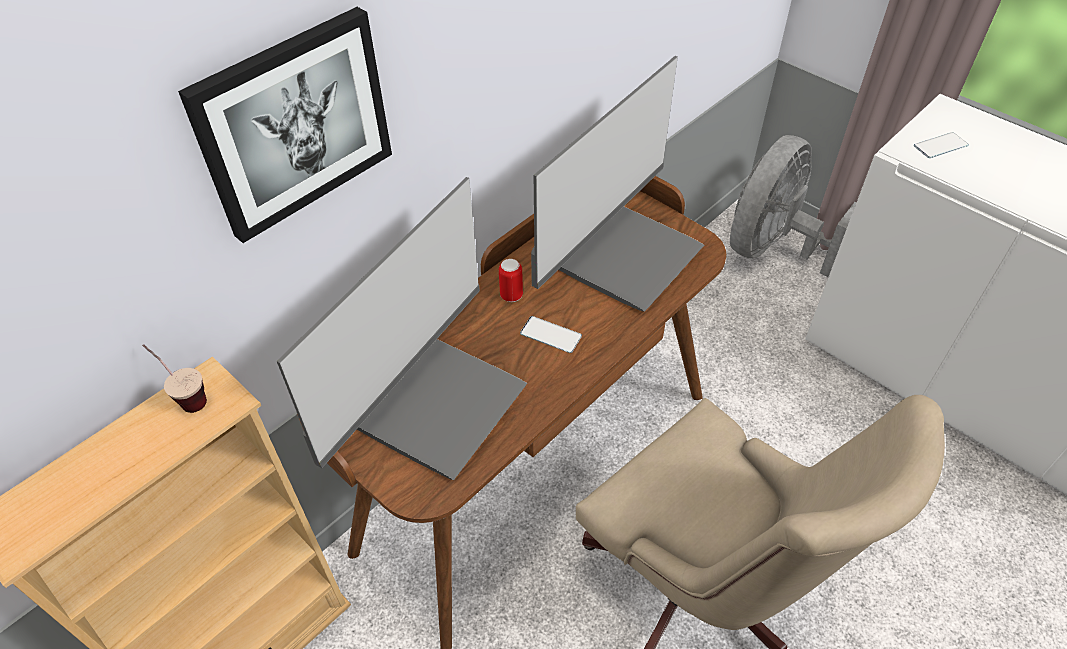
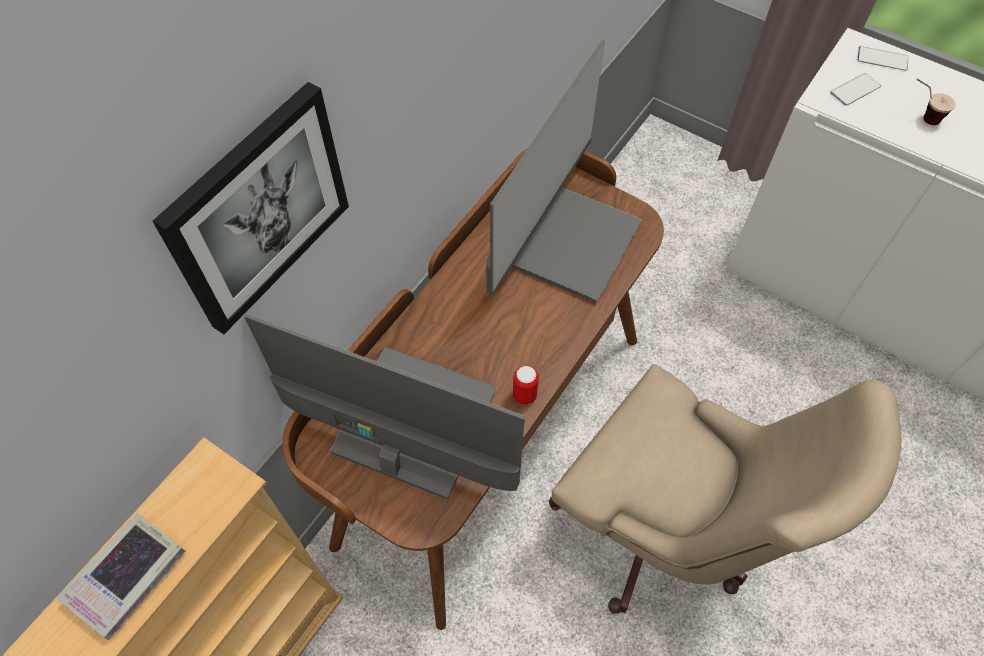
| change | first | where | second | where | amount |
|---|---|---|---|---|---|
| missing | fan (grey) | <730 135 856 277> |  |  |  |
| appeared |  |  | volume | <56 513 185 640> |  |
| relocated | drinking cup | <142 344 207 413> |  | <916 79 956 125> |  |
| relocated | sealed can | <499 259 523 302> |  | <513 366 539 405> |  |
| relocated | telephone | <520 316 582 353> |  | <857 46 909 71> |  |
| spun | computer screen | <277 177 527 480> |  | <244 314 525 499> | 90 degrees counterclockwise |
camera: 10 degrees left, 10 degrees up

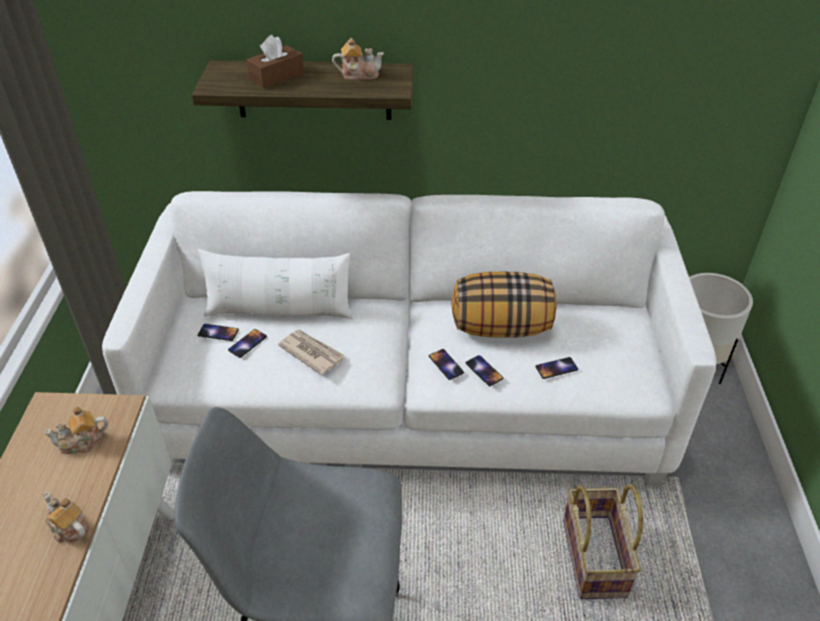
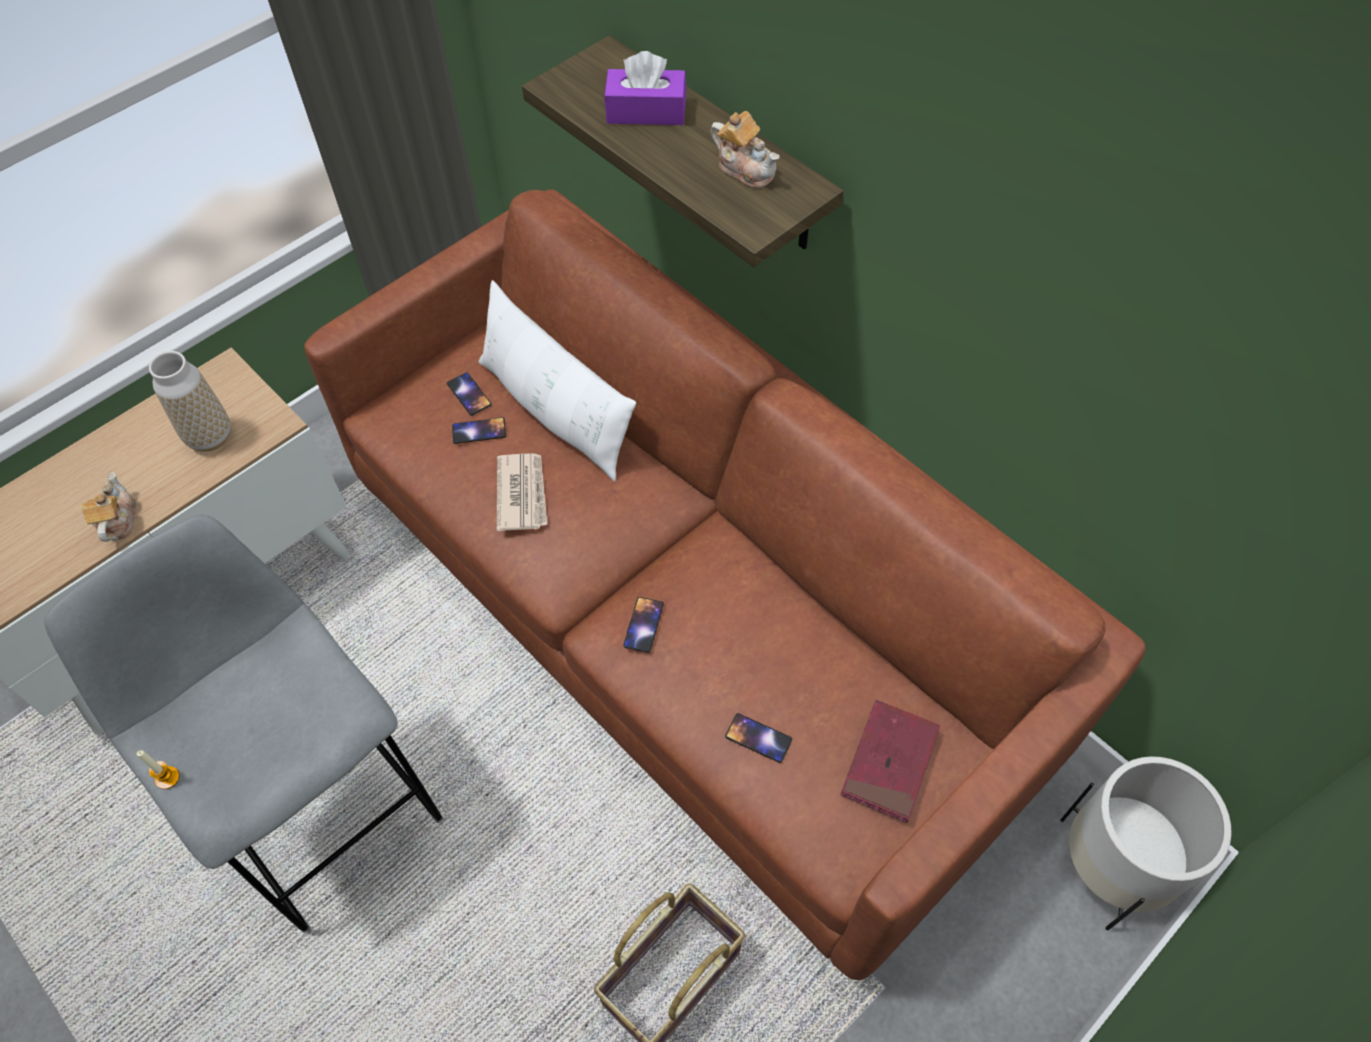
| change | first | where | second | where | amount |
|---|---|---|---|---|---|
| missing | throw pillow | <452 272 557 338> |  |  |  |
| missing | telephone | <466 355 504 386> |  |  |  |
| appeared |  |  | wax light | <136 750 180 789> |  |
| appeared |  |  | volume (reddish) | <840 700 940 823> |  |
| exchanged | teapot | <43 407 108 454> | vase | <149 351 231 452> |  |
| colour | sofa (whitish) | <102 191 717 486> | sofa (brown) | <304 189 1146 980> |  |
| colour | tissue holder (brown) | <247 35 304 88> | tissue holder (purple) | <604 51 686 125> |  |
camera: 45 degrees right, 15 degrees up

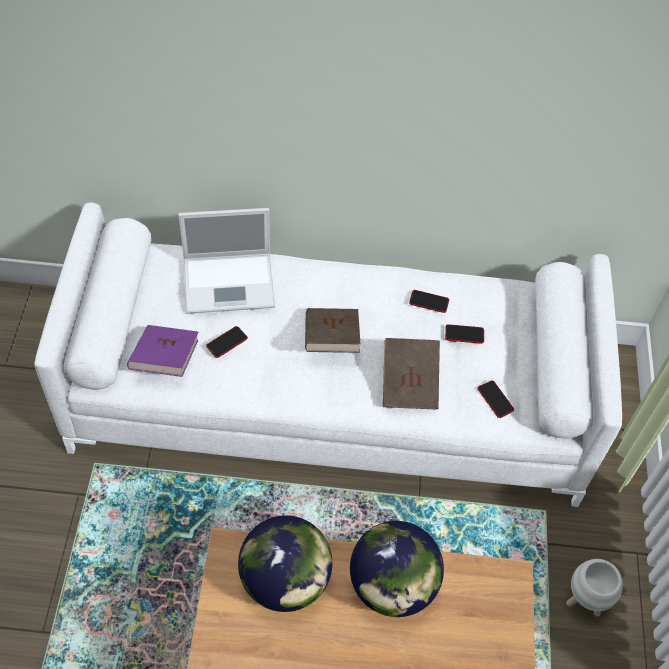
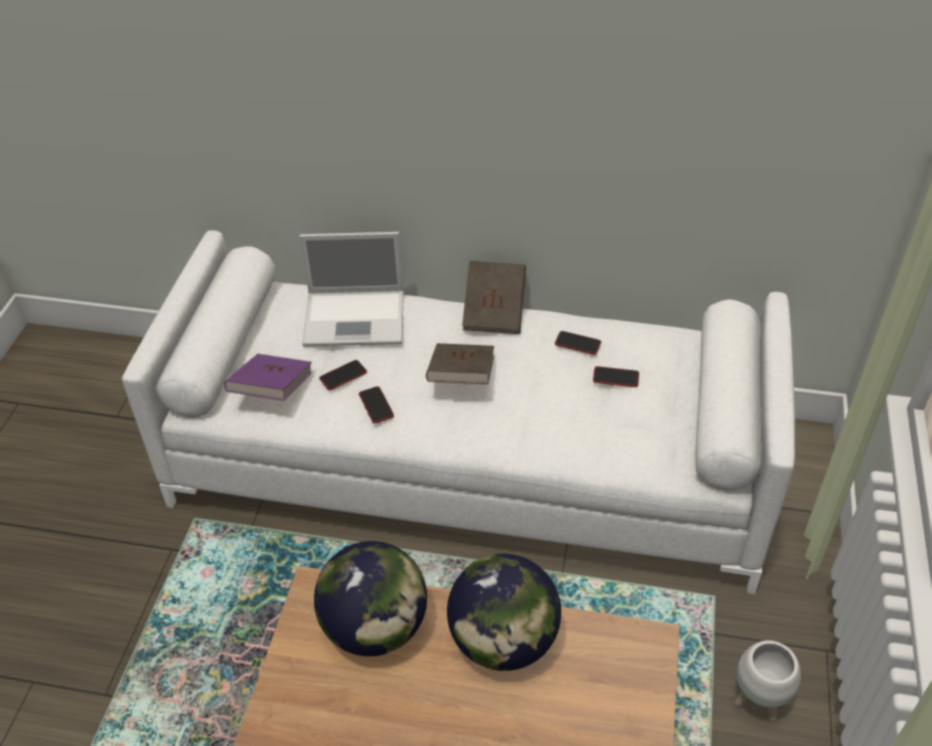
| change | first | where | second | where | amount |
|---|---|---|---|---|---|
| relocated | volume (brown) | <383 338 440 409> |  | <462 261 526 334> |  |
| relocated | telephone | <477 380 514 418> |  | <359 386 394 423> |  |
camera: 10 degrees right, 10 degrees down

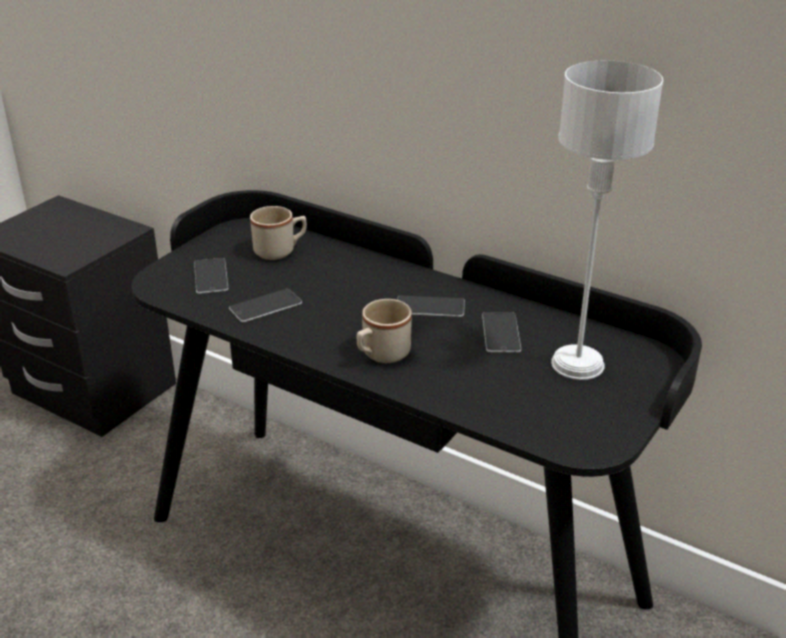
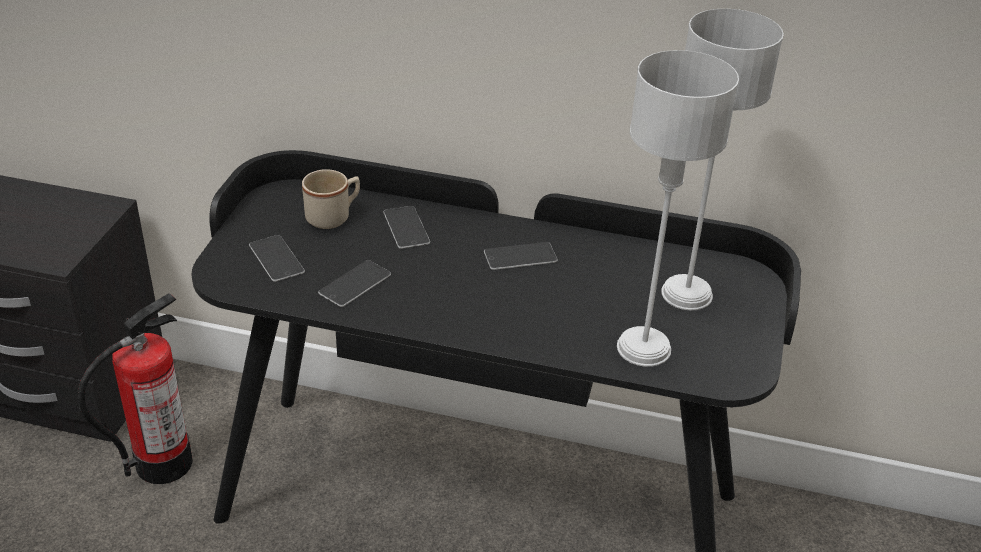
| change | first | where | second | where | amount |
|---|---|---|---|---|---|
| missing | tea mug (beige-coloured) | <357 299 412 363> |  |  |  |
| appeared |  |  | fire extinguisher | <77 293 193 484> |  |
| appeared |  |  | table lamp (grey) | <617 50 739 367> |  |
| relocated | telephone | <482 312 521 353> |  | <383 206 430 249> |  |
camera: 20 degrees left, 5 degrees up

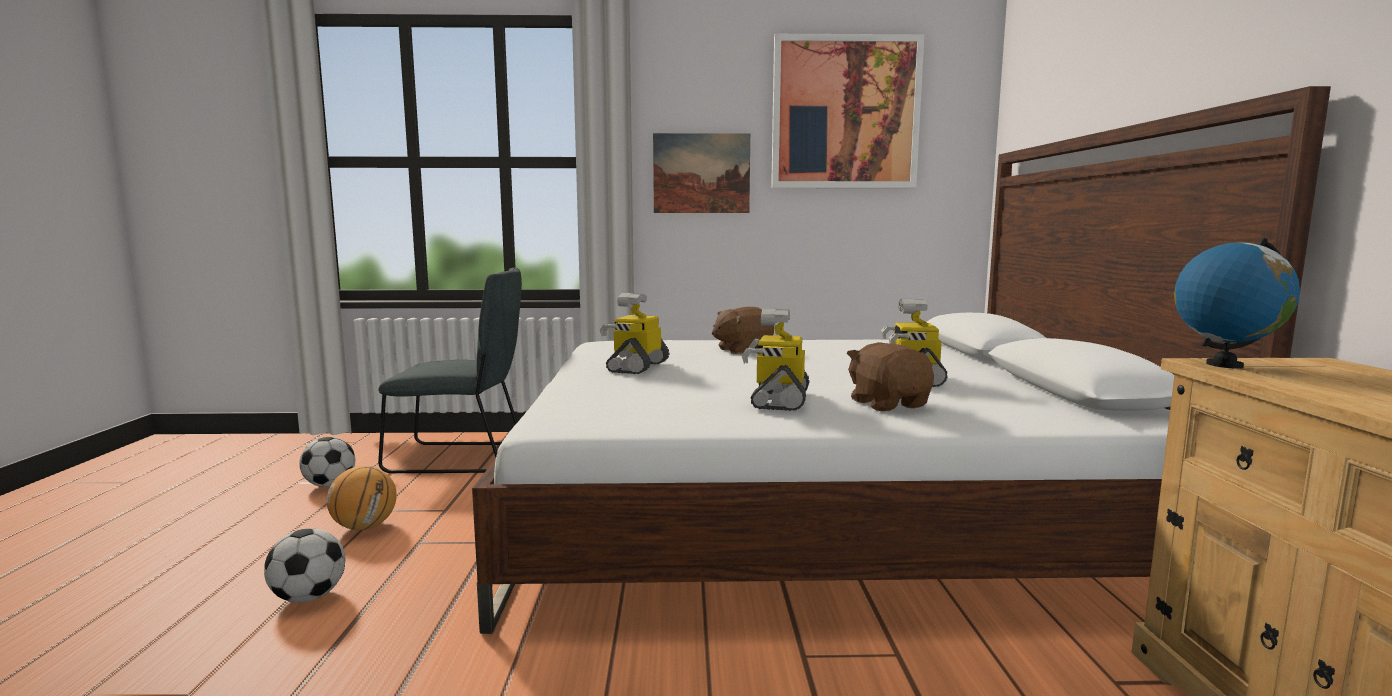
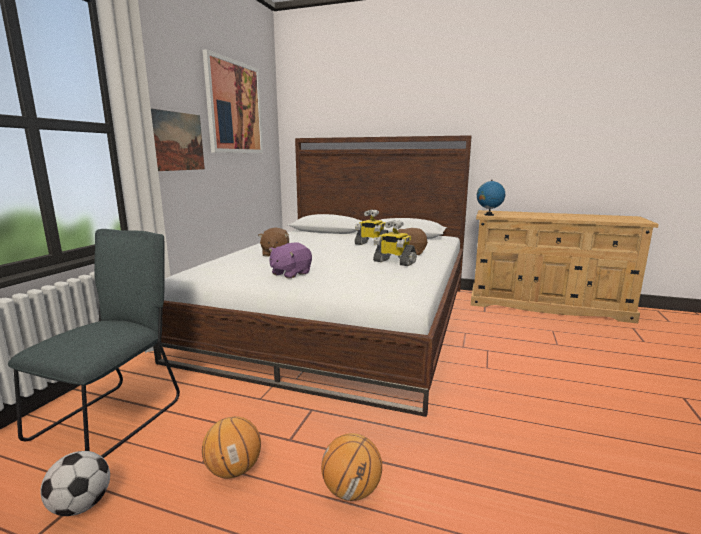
| change | first | where | second | where | amount |
|---|---|---|---|---|---|
| exchanged | ball for football | <264 528 345 603> | ball for basketball | <321 433 382 501> |  |
| exchanged | robot figure | <600 293 670 374> | cuddly toy (purple) | <269 242 312 279> |  |
camera: 70 degrees left, 5 degrees up

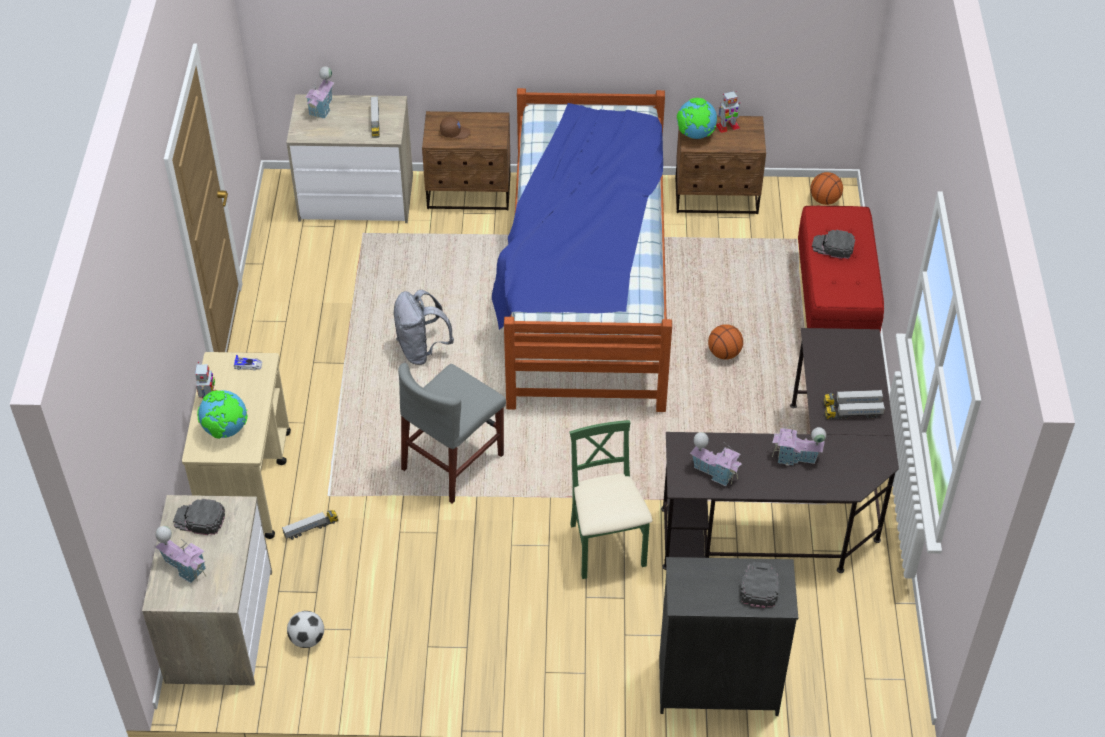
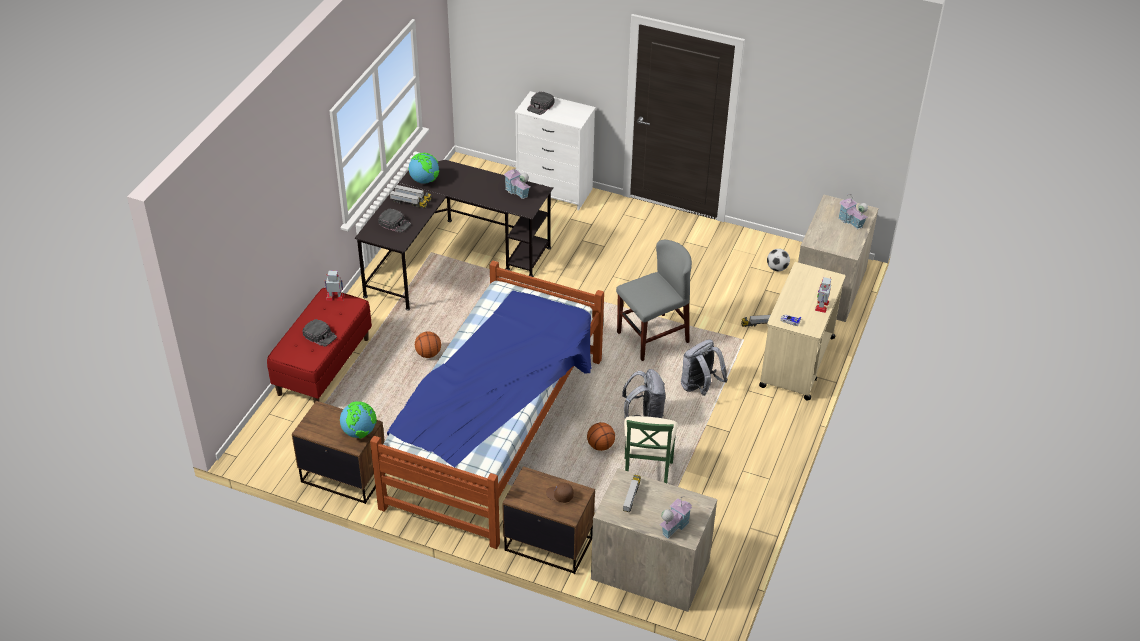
| change | first | where | second | where | amount |
|---|---|---|---|---|---|
| missing | toy house | <772 424 826 466> |  |  |  |
| appeared |  |  | rucksack (grey) | <681 339 728 396> |  |
| relocated | baseball cap (black-coloured) | <173 499 225 535> |  | <378 209 411 233> |  |
| relocated | world globe | <197 390 248 439> |  | <408 153 439 184> |  |
| relocated | chair (green) | <570 420 652 579> |  | <624 416 678 483> |  |
| relocated | robot figure | <716 91 740 133> |  | <324 270 345 301> |  |
| relocated | ball for basketball | <810 172 843 205> |  | <587 422 615 451> |  |
| colour | drawer chest (black-coloured) | <659 557 798 716> | drawer chest (whitish) | <515 91 596 211> |  |
camera: 160 degrees left, 5 degrees down

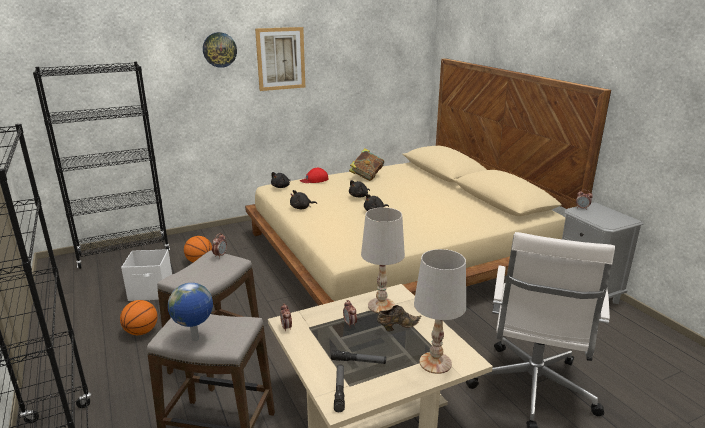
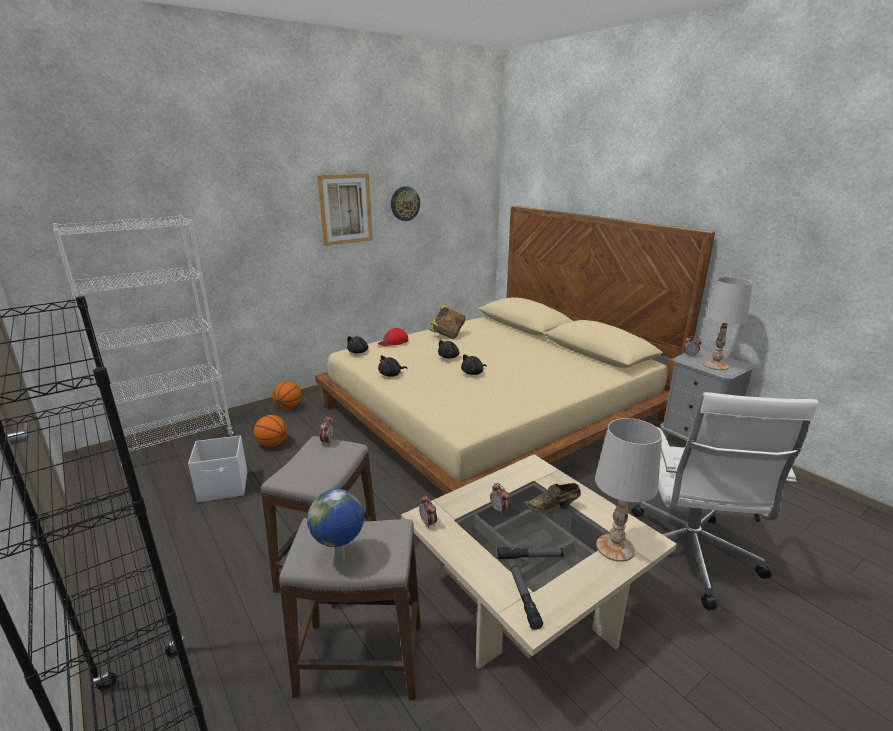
| change | first | where | second | where | amount |
|---|---|---|---|---|---|
| relocated | ball for basketball | <120 300 158 335> |  | <272 381 302 409> |  |
| relocated | clock on the wall | <203 32 237 68> |  | <391 186 420 221> |  |
| relocated | table lamp (whitish) | <361 207 405 313> |  | <703 277 752 370> |  |
| colour | shelving unit (black-coloured) | <33 62 170 269> | shelving unit (whitish) | <53 215 233 466> |  |
| spun | item of footwear (brown) | <377 305 421 331> |  | <524 483 581 512> | 150 degrees counterclockwise |
camera: 10 degrees left, 0 degrees up

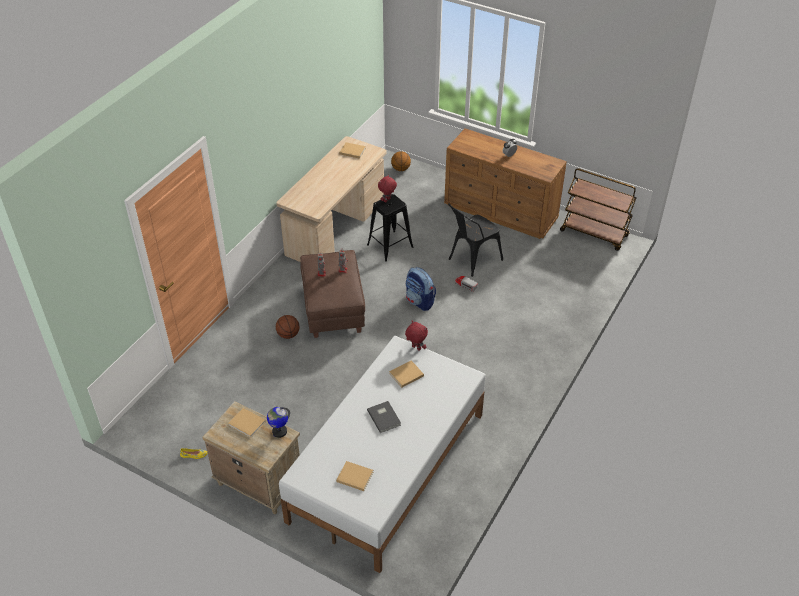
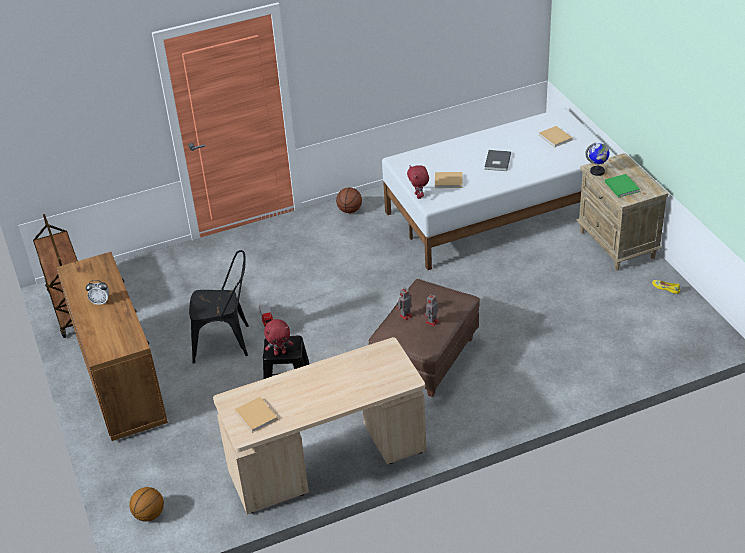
| change | first | where | second | where | amount |
|---|---|---|---|---|---|
| missing | rucksack | <406 267 436 311> |  |  |  |
| relocated | ball for basketball | <276 315 299 339> |  | <336 188 362 213> |  |
| colour | volume (beige-coloured) | <228 408 266 438> | volume (green) | <605 174 640 197> |  |
camera: 140 degrees left, 5 degrees down

